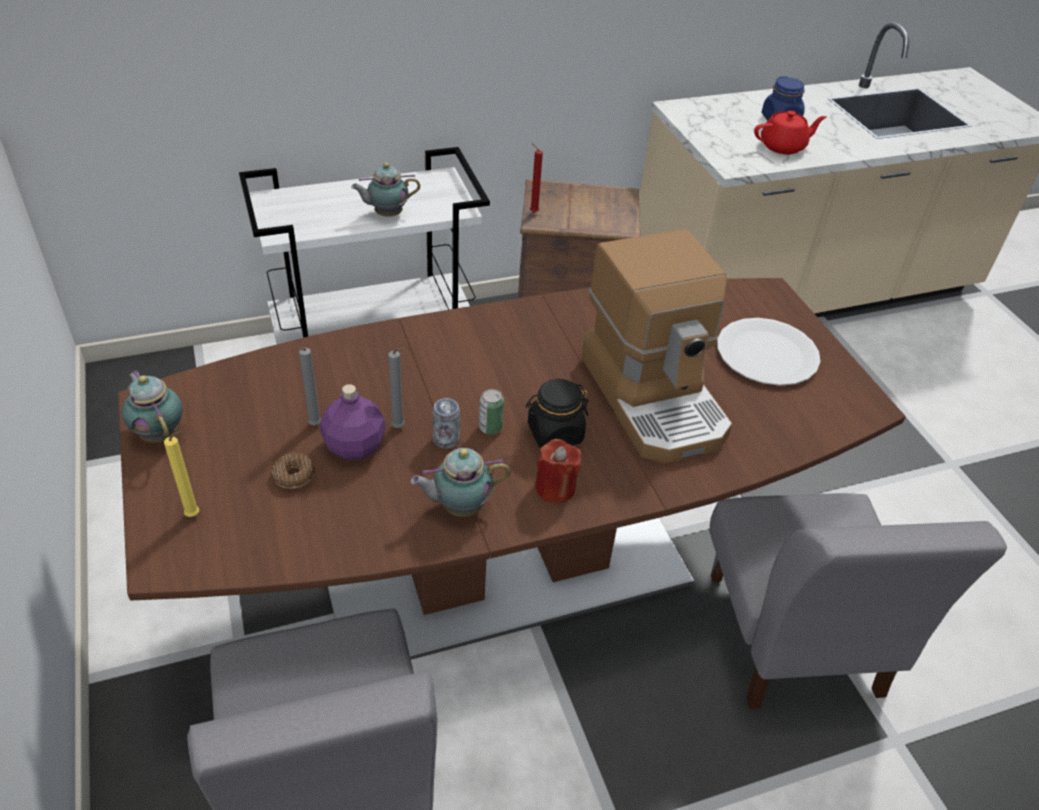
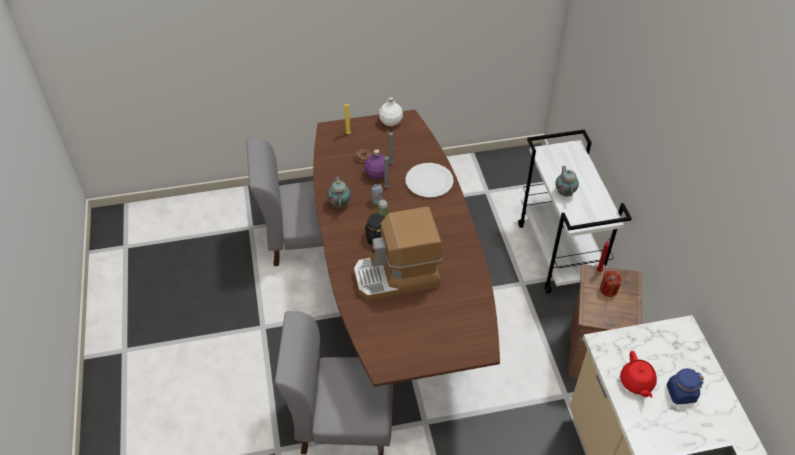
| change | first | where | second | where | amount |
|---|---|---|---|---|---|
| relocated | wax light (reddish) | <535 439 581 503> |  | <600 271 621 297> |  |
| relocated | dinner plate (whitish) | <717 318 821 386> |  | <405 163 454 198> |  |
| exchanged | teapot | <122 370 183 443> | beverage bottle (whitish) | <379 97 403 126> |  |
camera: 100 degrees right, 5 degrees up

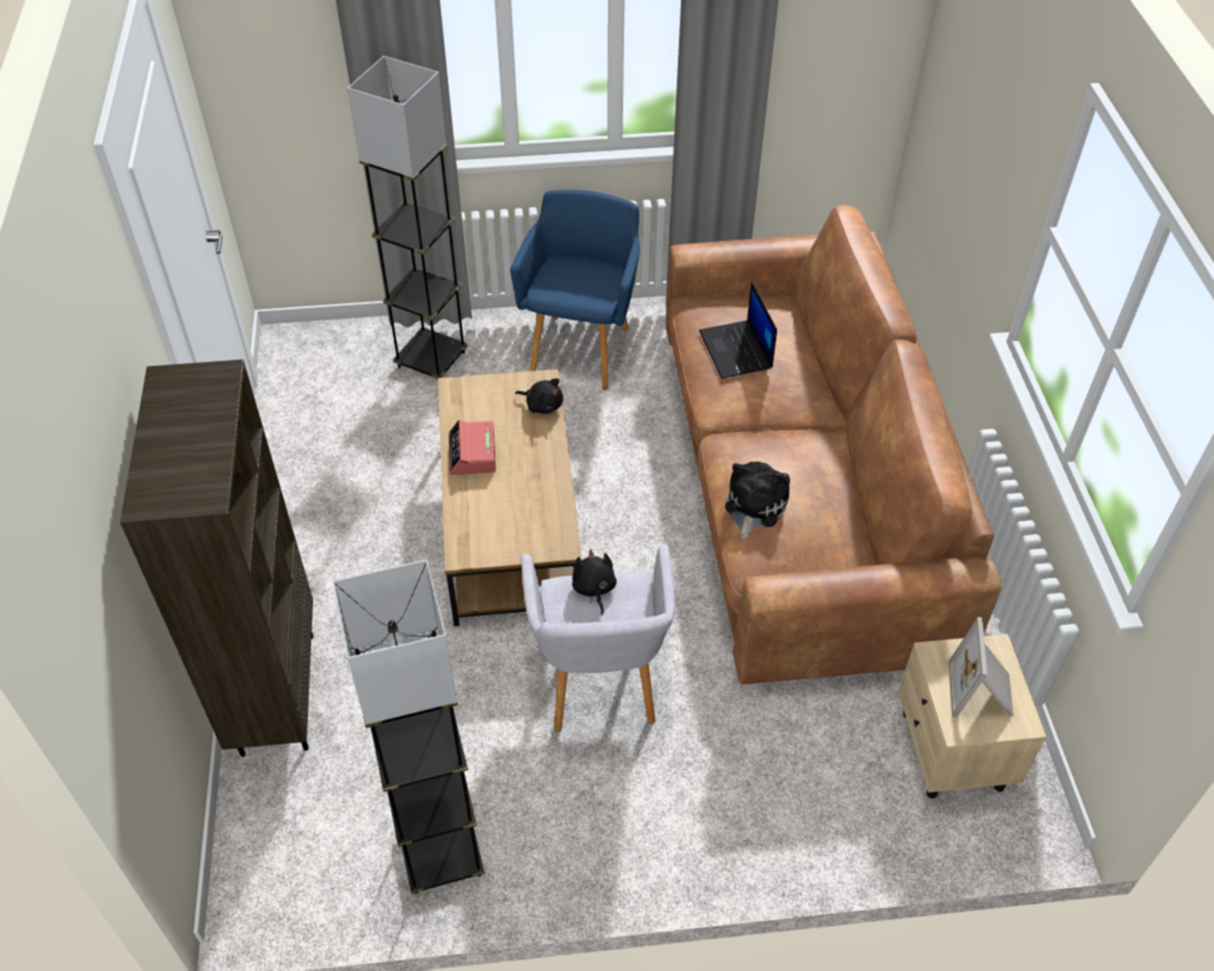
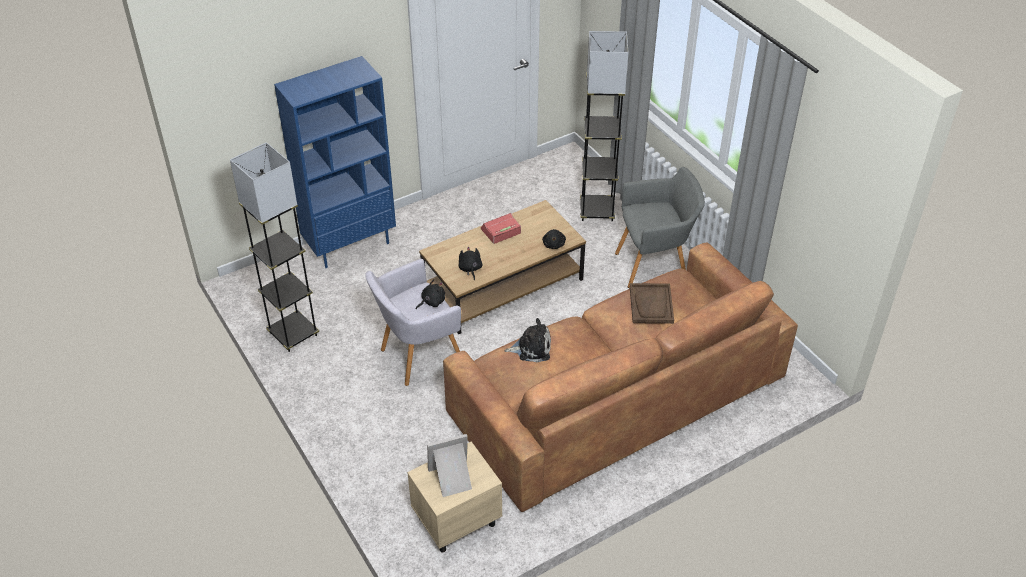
| change | first | where | second | where | amount |
|---|---|---|---|---|---|
| appeared |  |  | cuddly toy (black-coloured) | <458 247 482 281> |  |
| exchanged | laptop | <699 282 777 379> | serving tray (brown) | <630 283 674 324> |  |
| colour | shelving unit (brown) | <120 359 314 757> | shelving unit (bluish) | <274 56 396 268> |  |
| colour | lounge chair (bluish) | <510 190 640 390> | lounge chair (grey) | <615 167 705 288> |  |
camera: 65 degrees right, 5 degrees down

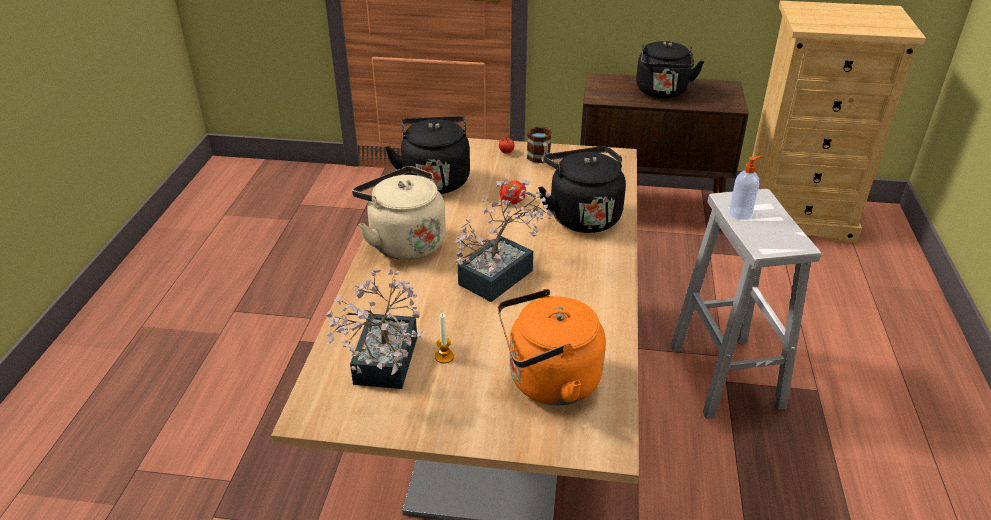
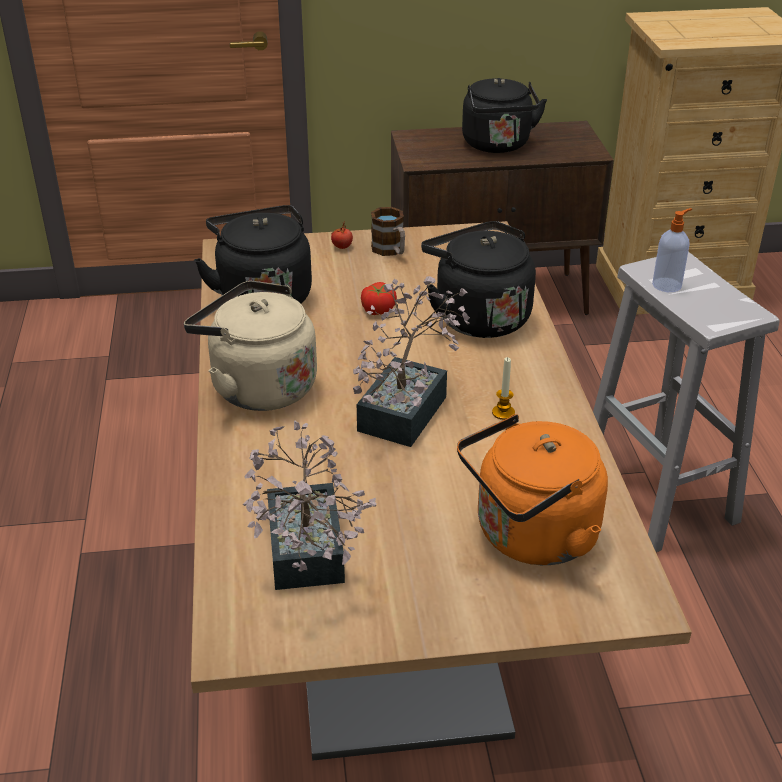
| change | first | where | second | where | amount |
|---|---|---|---|---|---|
| relocated | wax light | <435 313 454 363> |  | <492 357 515 420> |  |
camera: 15 degrees left, 0 degrees up

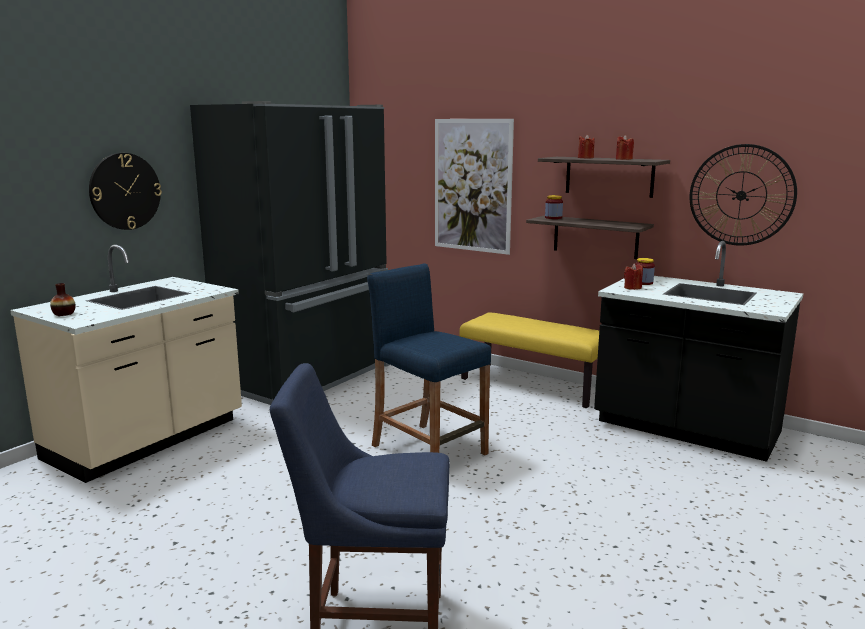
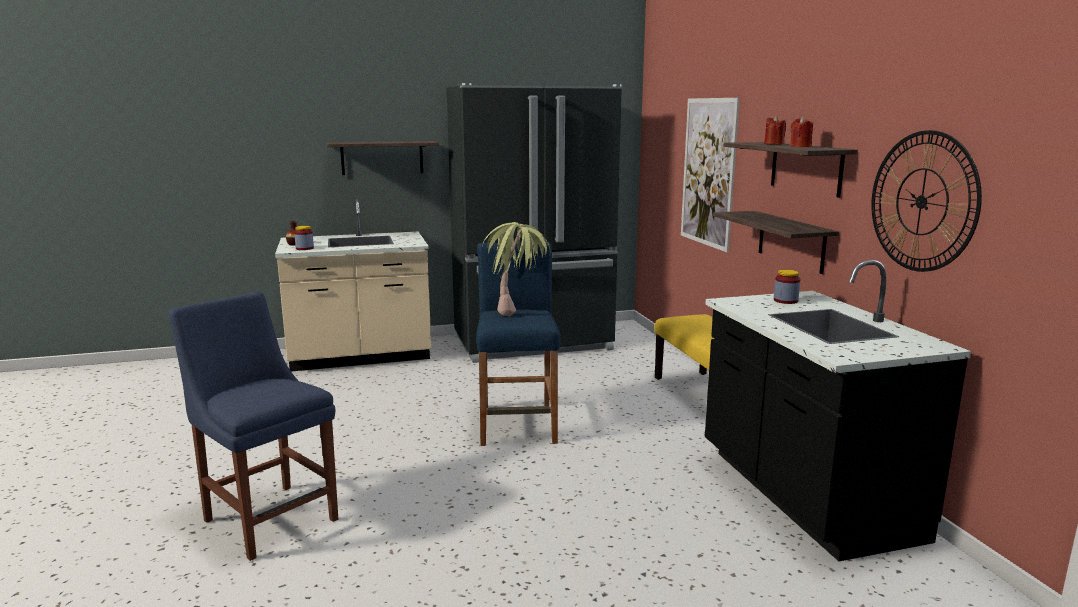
| change | first | where | second | where | amount |
|---|---|---|---|---|---|
| missing | wax light (reddish) | <624 263 643 290> |  |  |  |
| appeared |  |  | potted plant | <483 222 550 316> |  |
| relocated | preserve jar | <545 195 563 219> |  | <294 226 314 250> |  |
| exchanged | clock on the wall | <89 153 162 230> | shelf | <327 141 439 175> |  |
camera: 40 degrees right, 0 degrees up

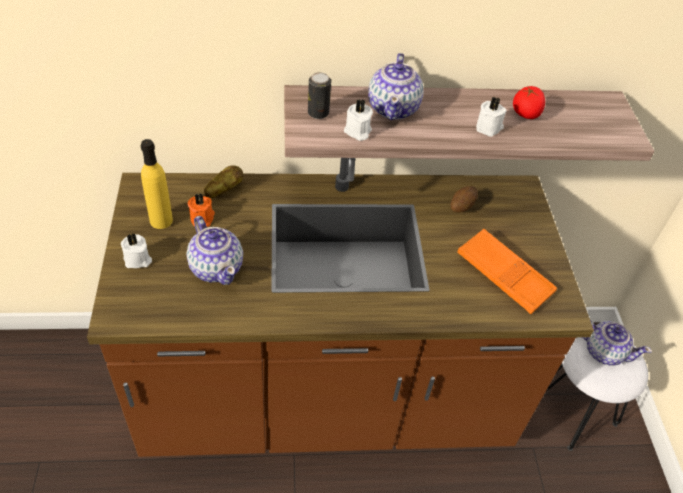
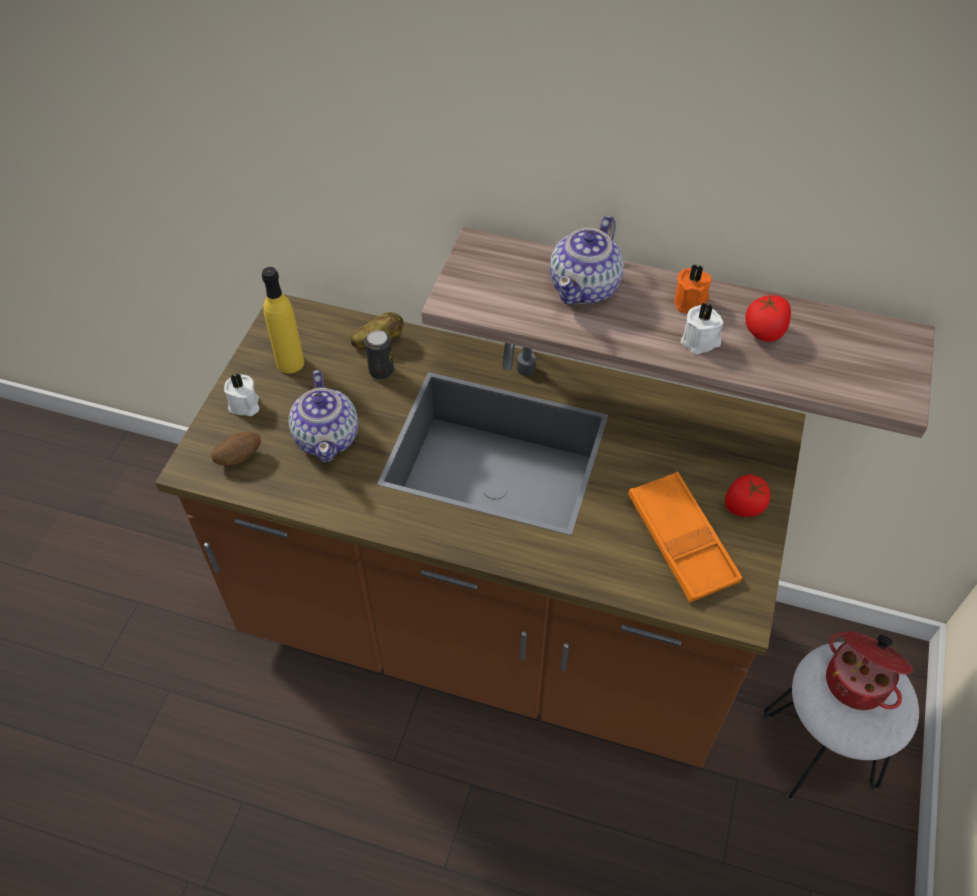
| change | first | where | second | where | amount |
|---|---|---|---|---|---|
| missing | wax light (whitish) | <344 99 373 141> |  |  |  |
| appeared |  |  | whole tomato | <725 475 770 517> |  |
| relocated | wax light (orange-coloured) | <188 193 215 227> |  | <674 264 712 313> |  |
| relocated | sealed can | <308 72 331 119> |  | <365 330 394 380> |  |
| relocated | whole potato | <450 186 478 213> |  | <211 432 261 466> |  |
| exchanged | teapot | <582 320 651 366> | stockpot | <826 631 913 710> |  |
camera: 25 degrees right, 5 degrees up

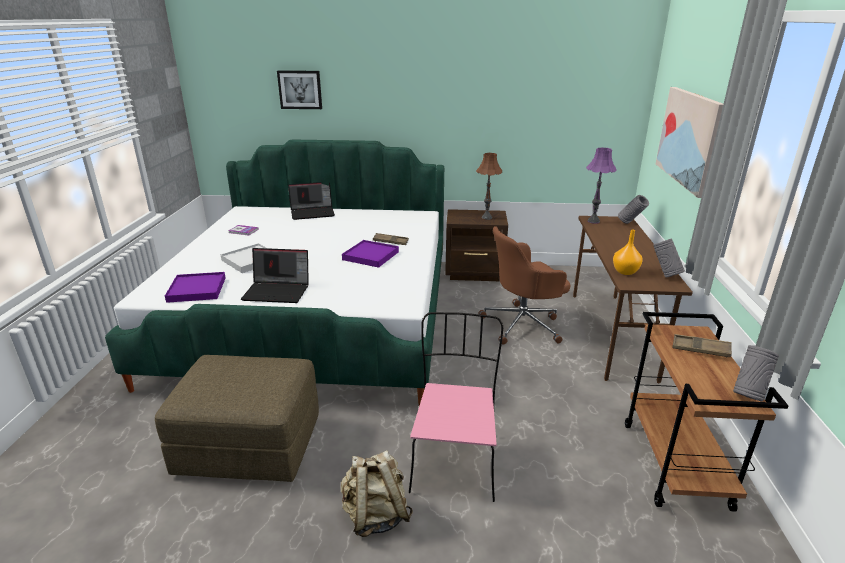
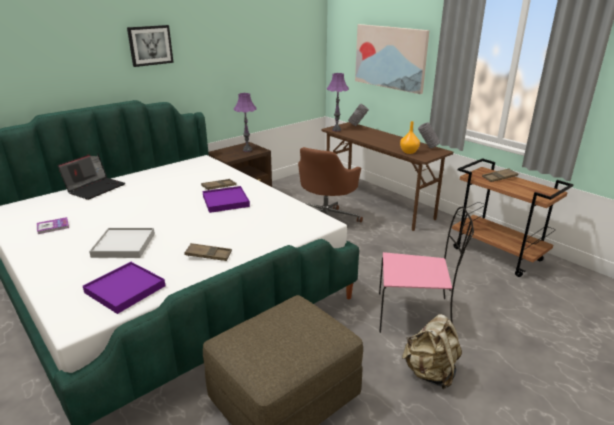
| change | first | where | second | where | amount |
|---|---|---|---|---|---|
| missing | vase (grey) | <733 345 779 401> |  |  |  |
| relocated | wall art | <277 70 322 109> |  | <127 25 174 67> |  |
| exchanged | laptop | <241 248 309 303> | serving tray (brown) | <184 243 232 261> |  |
| colour | table lamp (brown) | <476 153 502 220> | table lamp (purple) | <234 93 256 152> |  |
| spun | chair (pink-coloured) | <409 312 503 502> |  | <379 207 474 333> | 135 degrees clockwise |
camera: 45 degrees left, 0 degrees up

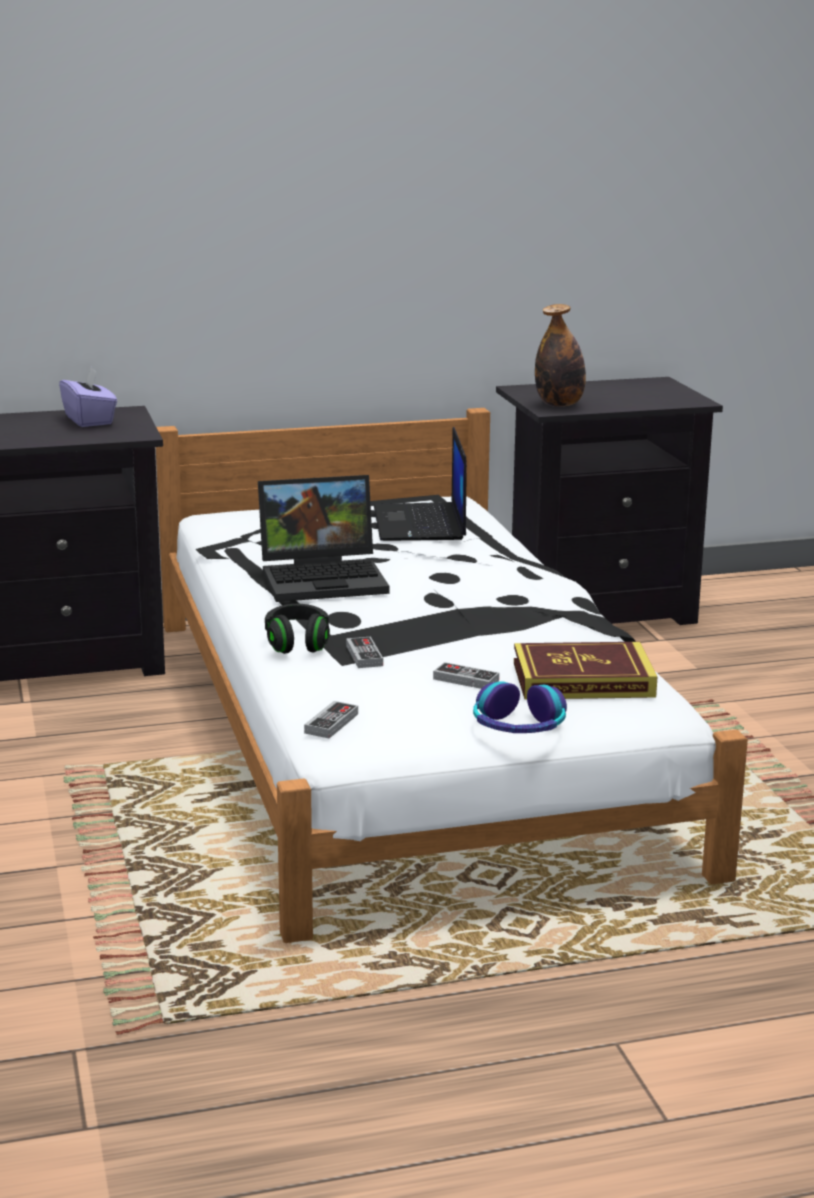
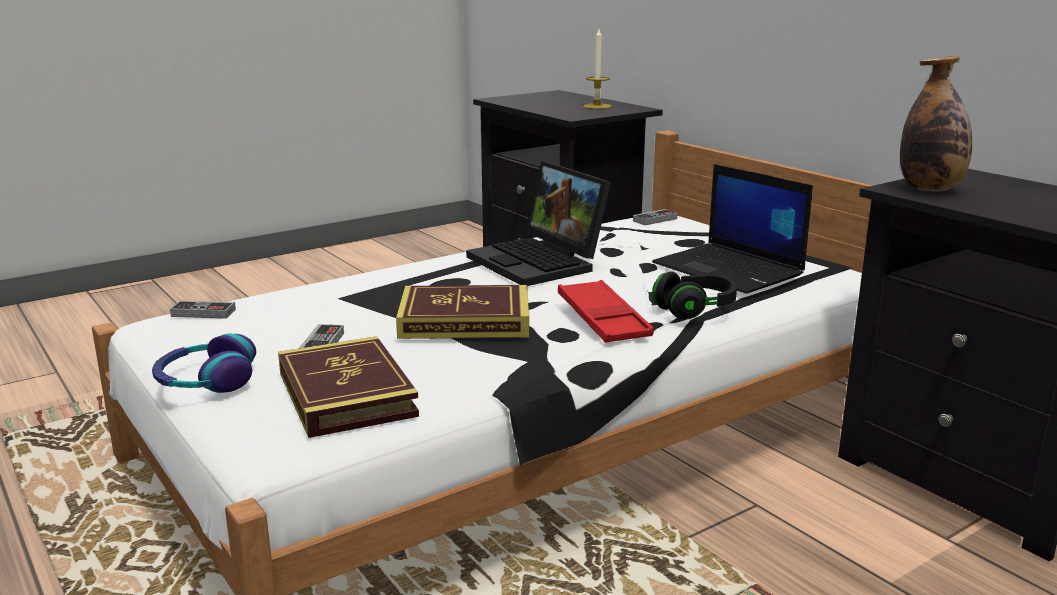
| change | first | where | second | where | amount |
|---|---|---|---|---|---|
| appeared |  |  | volume | <396 285 529 339> |  |
| appeared |  |  | serving tray (reddish) | <558 280 654 343> |  |
| relocated | pair of headphones (black-coloured) | <265 604 330 654> |  | <652 272 737 319> |  |
| relocated | game controller | <346 637 383 668> |  | <633 209 678 225> |  |
| exchanged | tissue holder (purple) | <59 367 117 427> | wax light | <583 29 611 109> |  |
| spun | laptop | <374 427 467 541> |  | <652 164 813 294> | 105 degrees counterclockwise |
camera: 70 degrees right, 0 degrees up

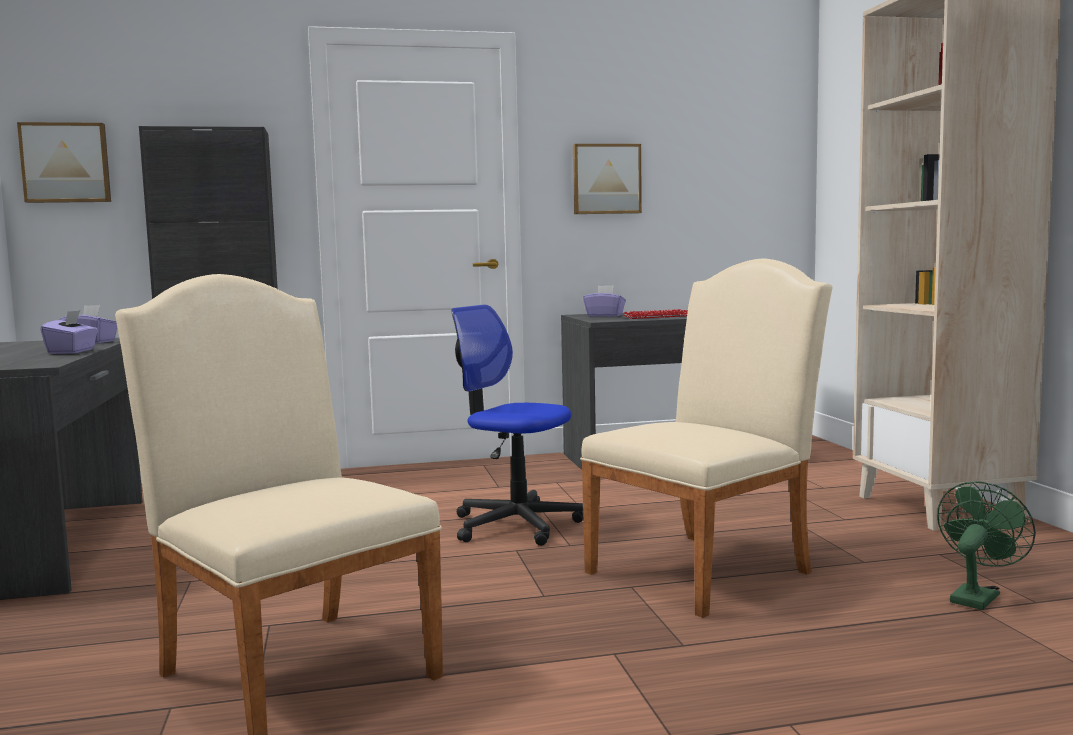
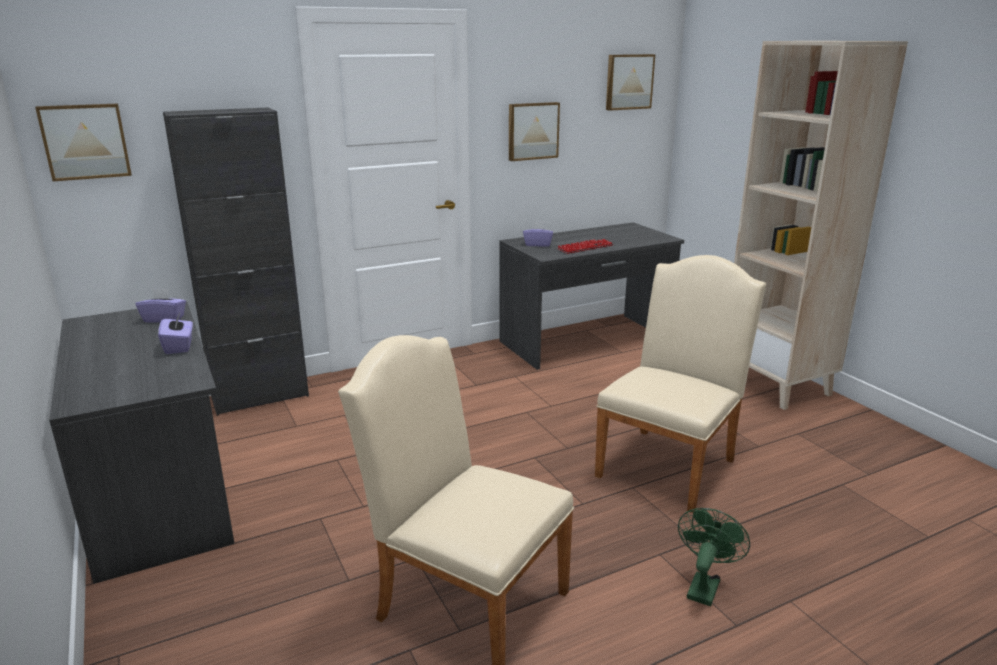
| change | first | where | second | where | amount |
|---|---|---|---|---|---|
| missing | desk chair | <451 305 583 546> |  |  |  |
| appeared |  |  | wall art | <606 54 655 111> |  |
| relocated | fan (green) | <937 481 1036 610> |  | <678 508 750 606> |  |
camera: 15 degrees left, 15 degrees up

